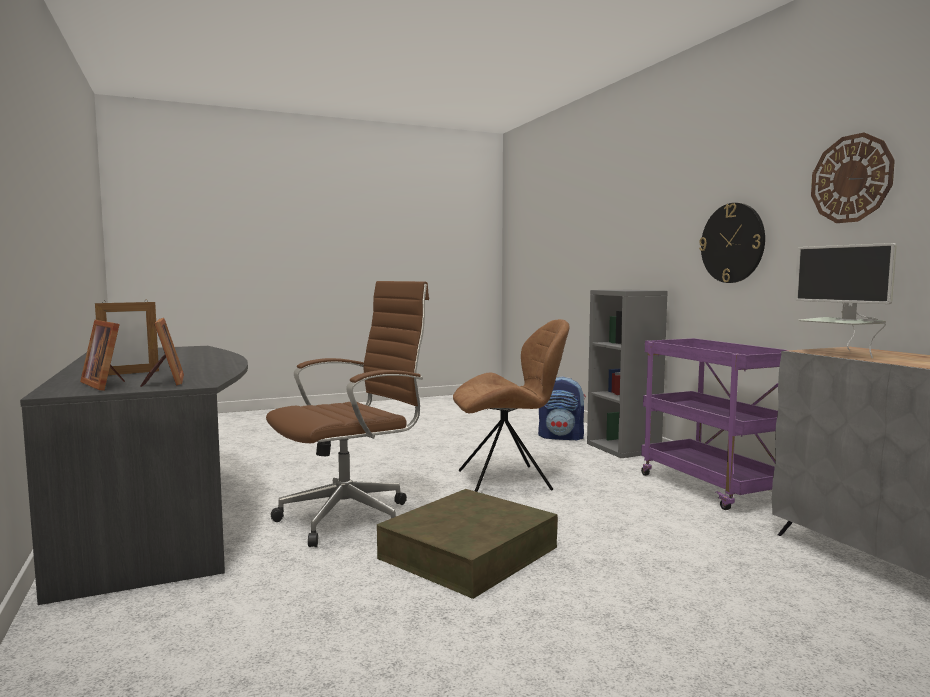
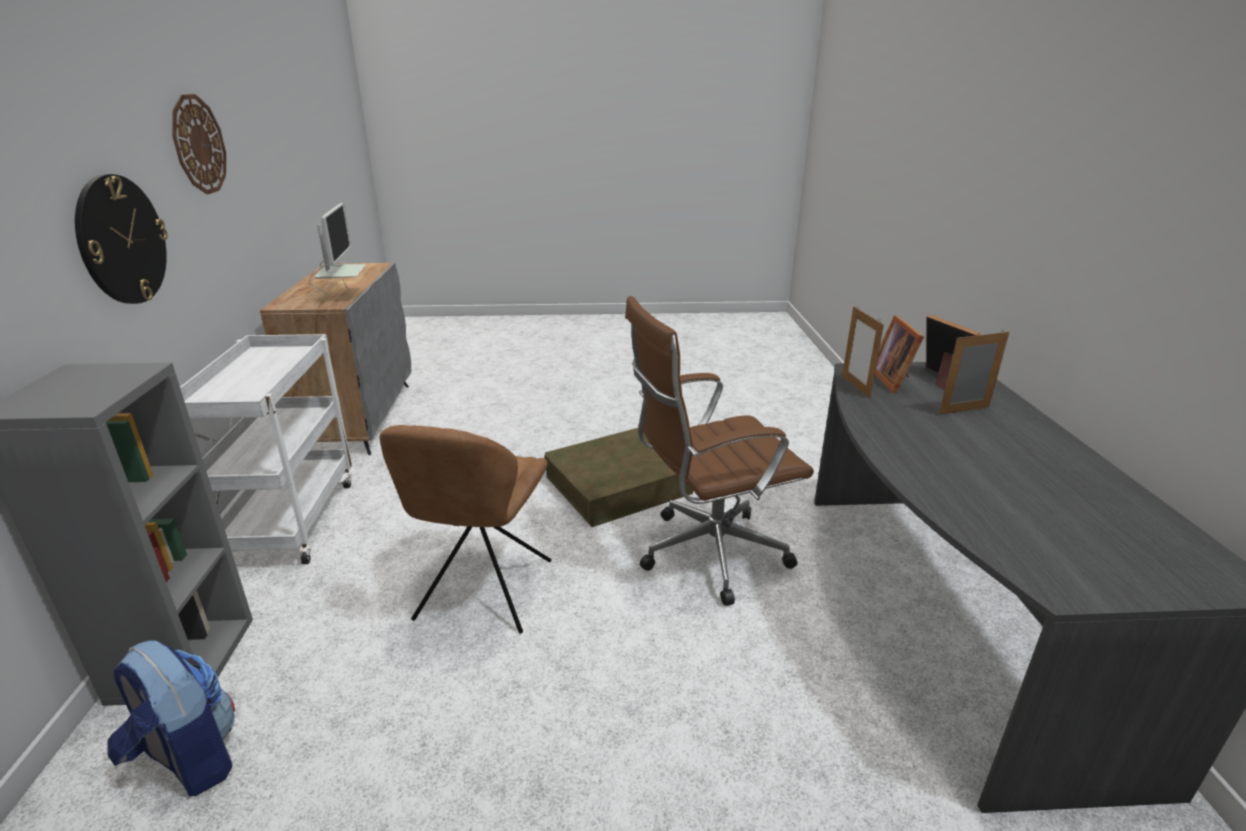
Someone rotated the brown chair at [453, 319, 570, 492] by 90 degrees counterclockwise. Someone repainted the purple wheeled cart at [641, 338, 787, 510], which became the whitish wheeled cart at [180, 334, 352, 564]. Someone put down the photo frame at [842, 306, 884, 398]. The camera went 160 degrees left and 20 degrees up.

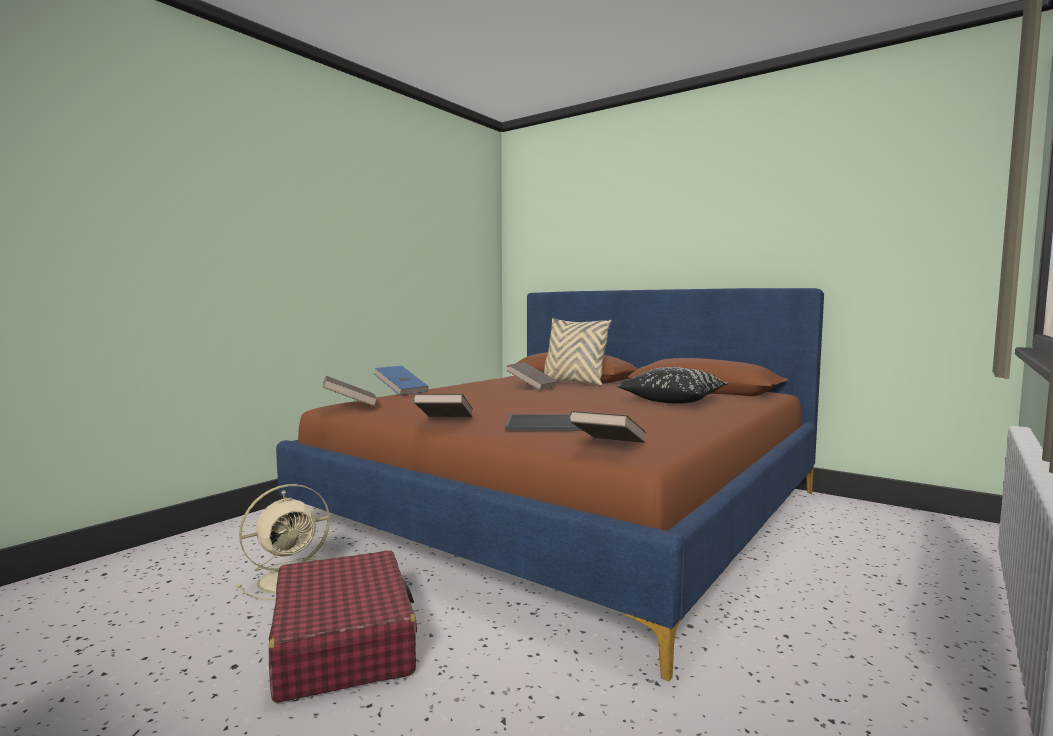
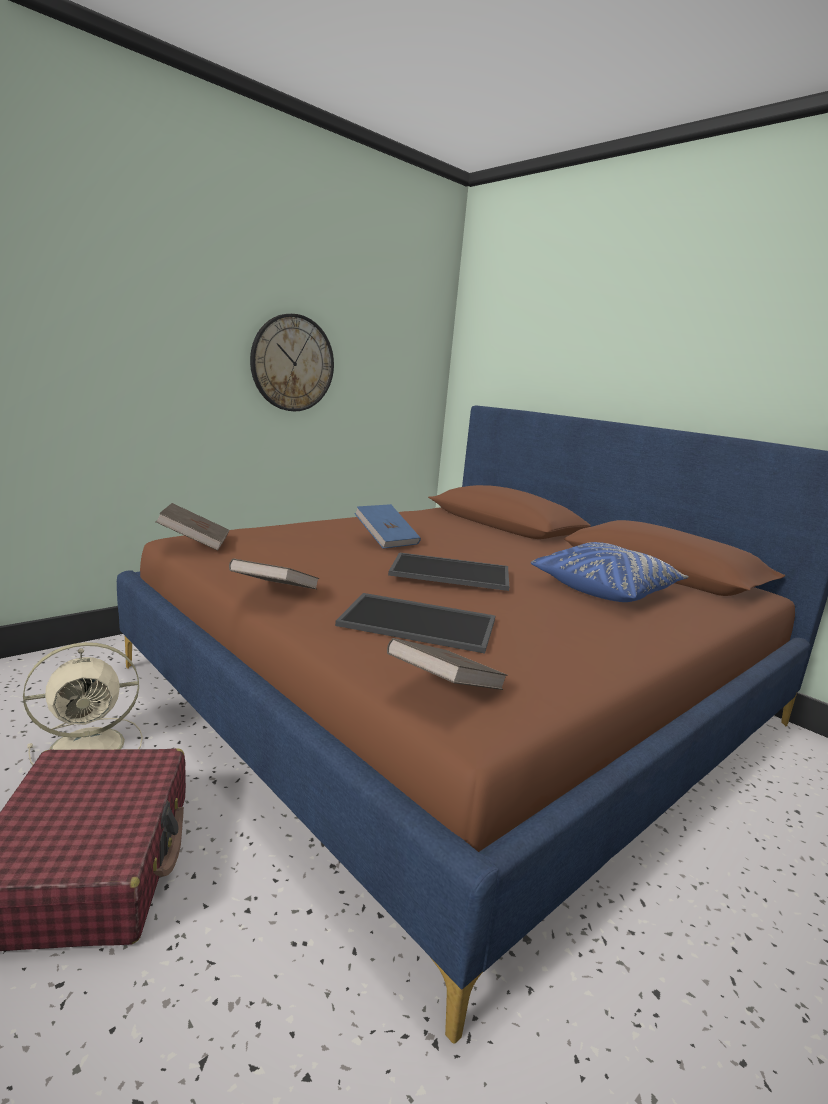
Someone carried the blue-coloured volume from [374, 366, 428, 395] to [354, 504, 421, 549]. Someone took away the brown volume at [506, 363, 558, 390]. Someone took away the sand-coloured cushion at [544, 318, 612, 386]. Someone repainted the blackish cushion at [617, 367, 728, 404], which became the blue-coloured cushion at [531, 542, 689, 602]. Someone put up the wall clock at [250, 314, 334, 411]. Someone put down the tray at [388, 552, 509, 591]. The camera went 10 degrees right and 10 degrees up.

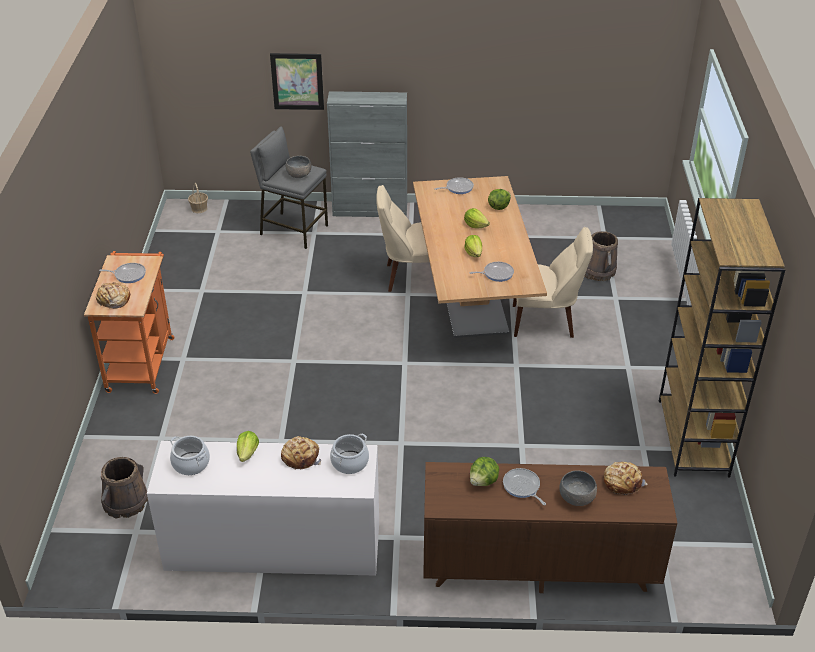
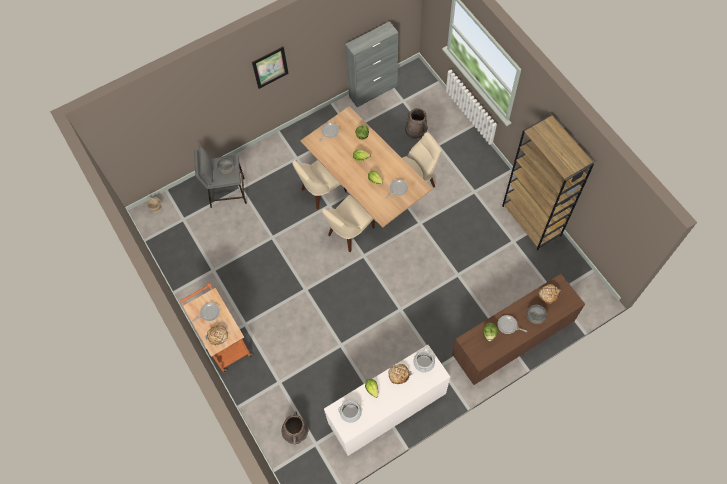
Someone carried the wall picture from [270, 53, 324, 110] to [252, 47, 289, 89]. Someone carried the greyish cabinet from [327, 91, 407, 217] to [345, 21, 398, 107]. Someone put down the sand-coloured chair at [322, 195, 375, 252]. The camera went 30 degrees left and 25 degrees up.

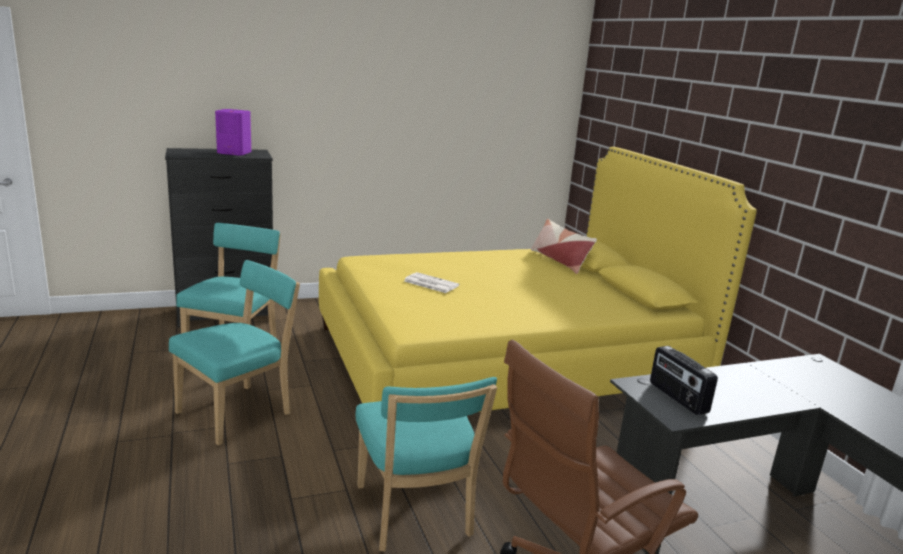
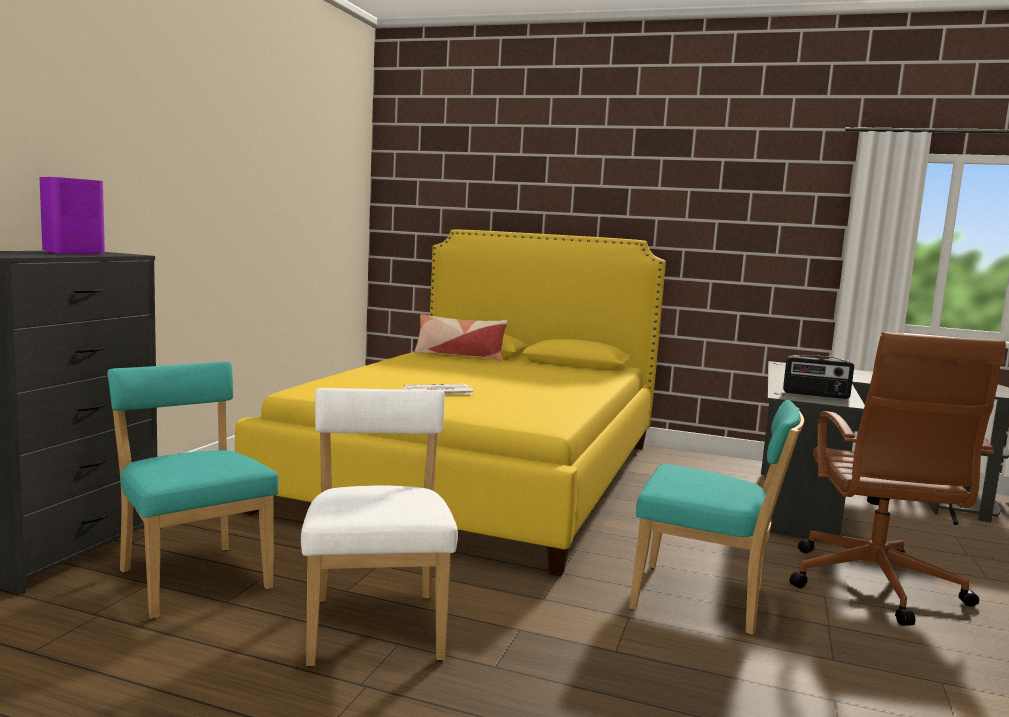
Someone repainted the blue-green chair at [169, 260, 300, 446], which became the whitish chair at [301, 388, 458, 667]. The camera went 50 degrees left and 10 degrees down.

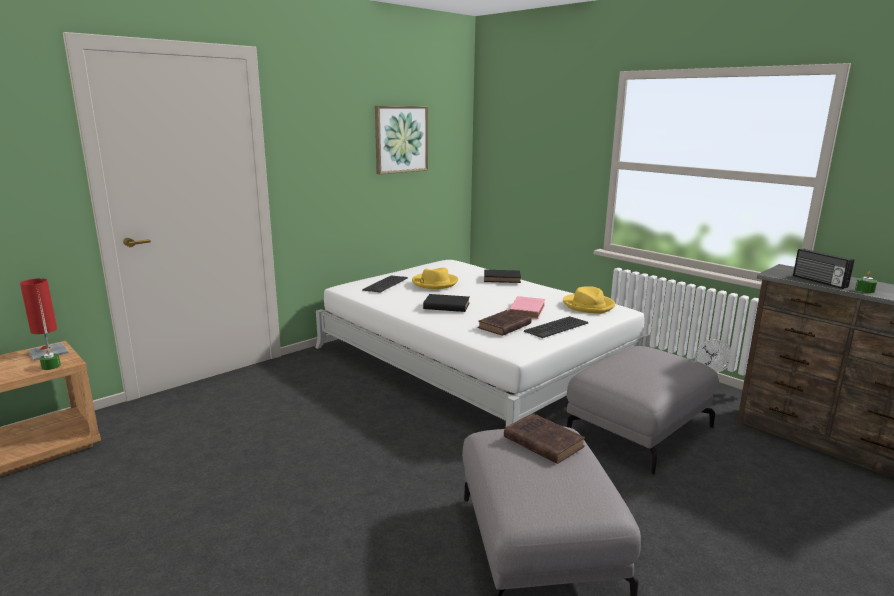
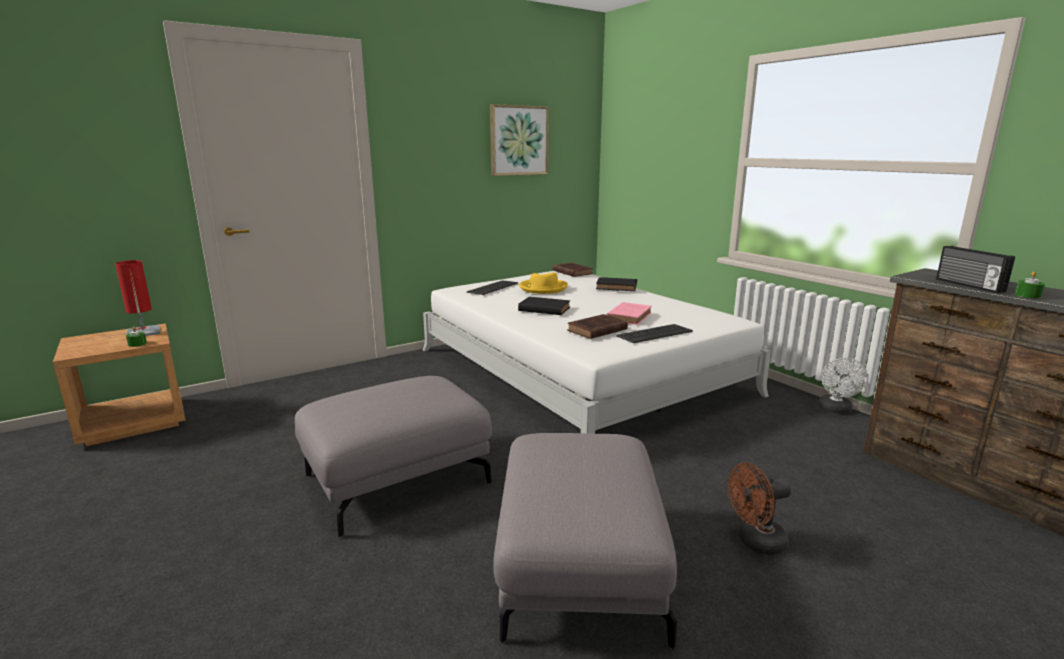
Someone carried the brown volume from [504, 413, 585, 464] to [552, 263, 593, 277]. Someone took away the yellow-coloured clothing hat at [563, 286, 615, 314]. Someone carried the greyish ottoman from [567, 346, 718, 474] to [295, 376, 492, 537]. Someone put down the brown fan at [728, 463, 791, 555]. The camera went 10 degrees right and 0 degrees up.

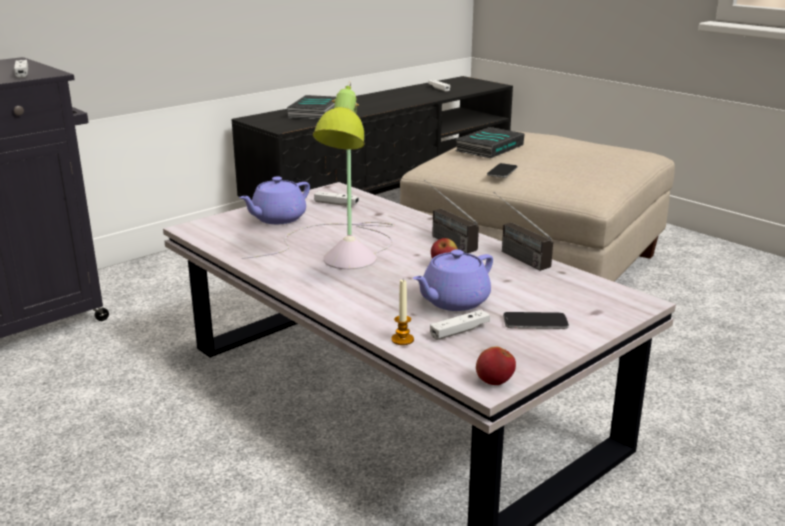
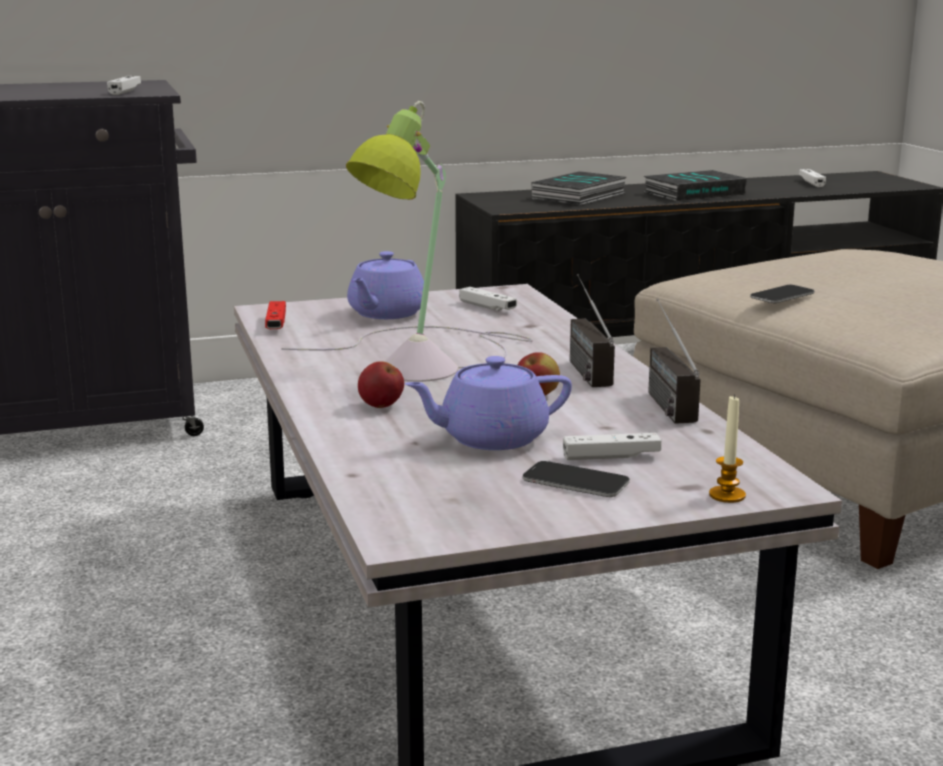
Someone rotated the purple teapot at [239, 177, 310, 224] by 45 degrees counterclockwise. Someone carried the candle from [391, 280, 414, 345] to [709, 394, 746, 503]. Someone carried the whitish gamepad from [430, 309, 490, 340] to [563, 433, 662, 460]. Someone carried the volume from [455, 127, 525, 158] to [644, 170, 747, 201]. Someone carried the whole apple from [476, 346, 516, 385] to [358, 361, 404, 408]. Someone put down the reddish gamepad at [265, 301, 286, 329]. The camera went 25 degrees right and 5 degrees down.

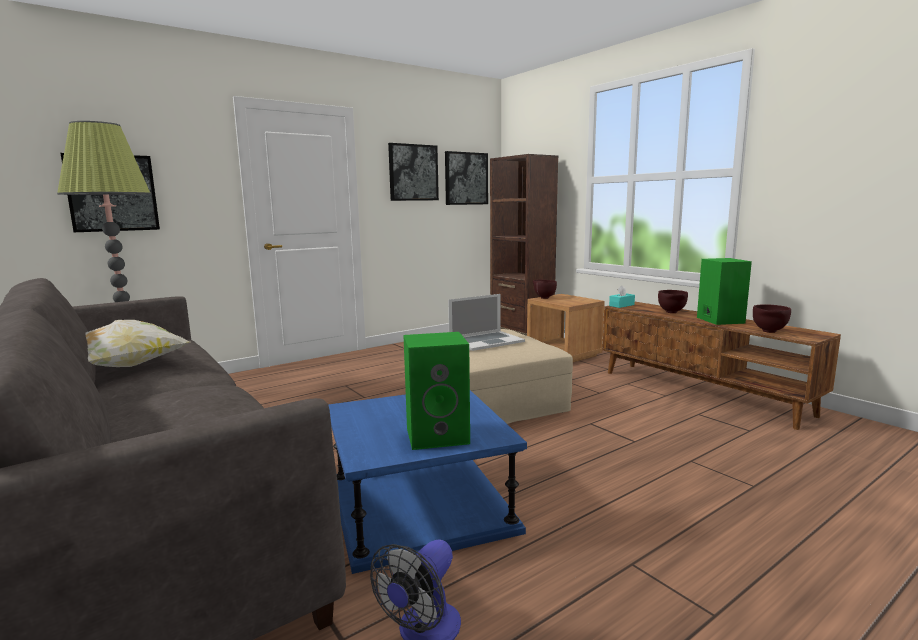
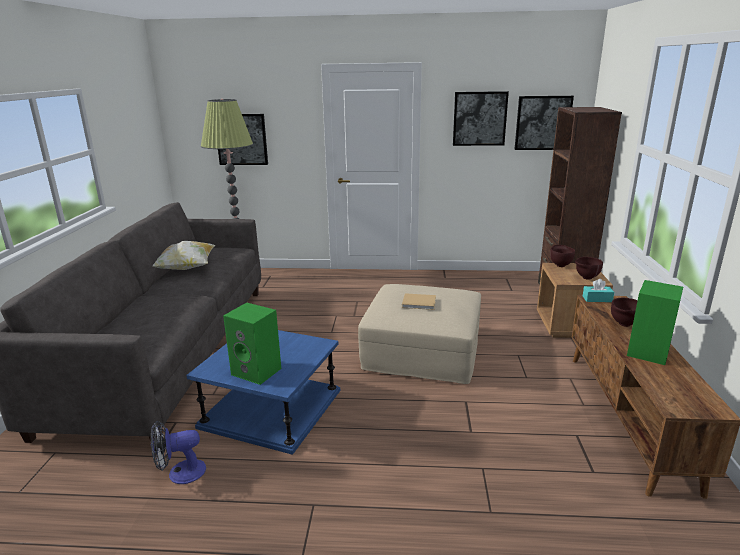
Someone swapped the portable computer at [448, 294, 525, 351] for the sand-coloured volume at [402, 293, 436, 310]. Someone carried the brown bowl from [753, 304, 791, 333] to [575, 257, 603, 280]. The camera went 40 degrees right and 10 degrees up.

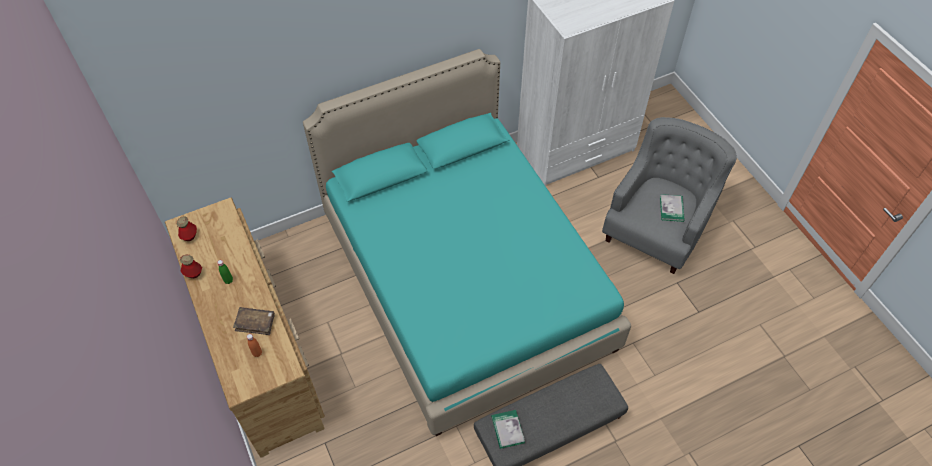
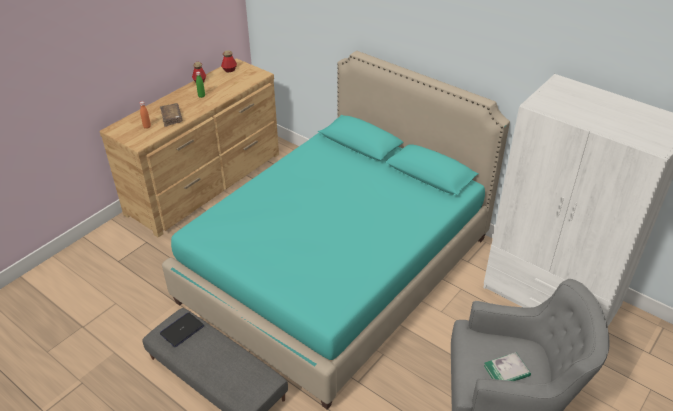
Someone swapped the volume at [491, 410, 525, 449] for the portable computer at [160, 313, 204, 347]. The camera went 65 degrees right and 15 degrees down.

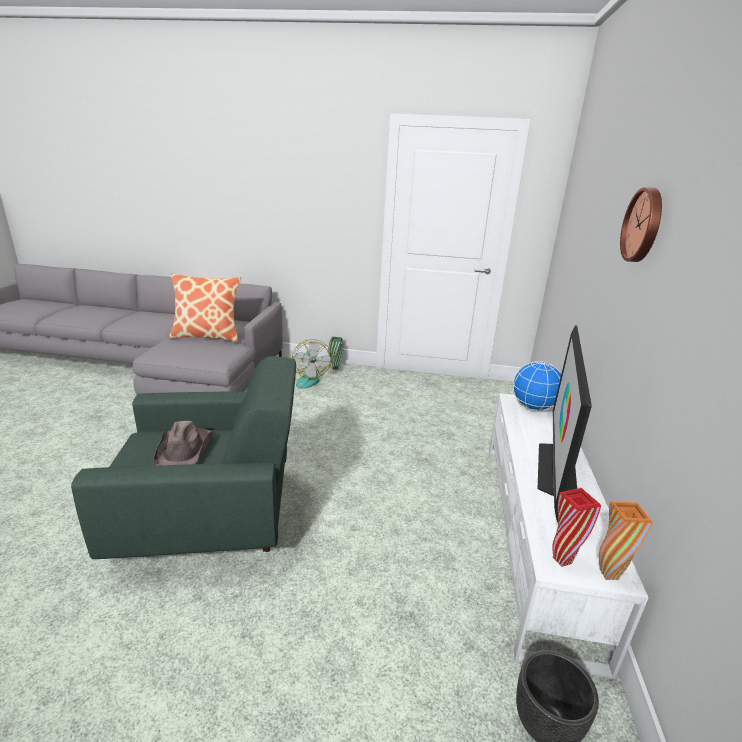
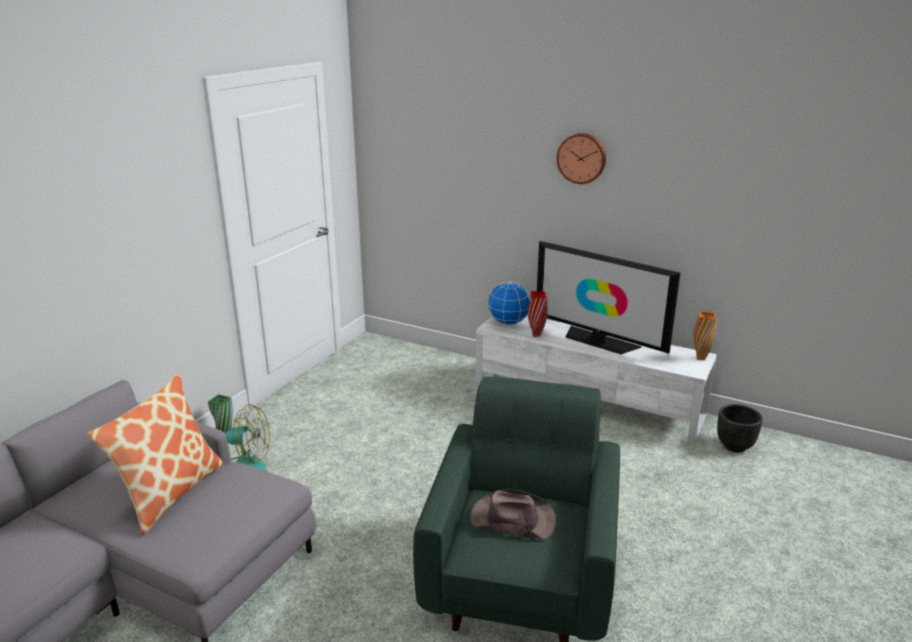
Someone carried the reddish vase from [552, 488, 601, 567] to [528, 291, 548, 337]. The camera went 70 degrees left and 0 degrees up.

